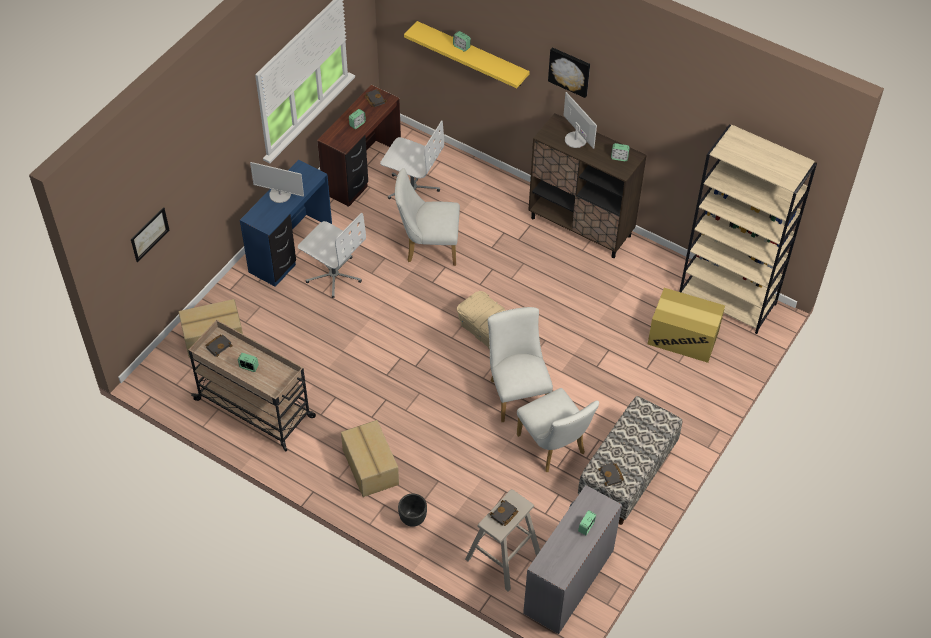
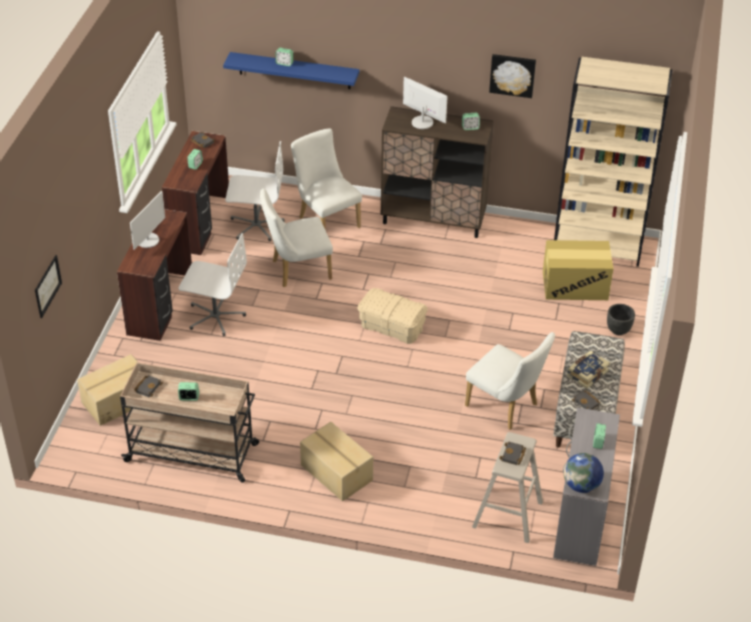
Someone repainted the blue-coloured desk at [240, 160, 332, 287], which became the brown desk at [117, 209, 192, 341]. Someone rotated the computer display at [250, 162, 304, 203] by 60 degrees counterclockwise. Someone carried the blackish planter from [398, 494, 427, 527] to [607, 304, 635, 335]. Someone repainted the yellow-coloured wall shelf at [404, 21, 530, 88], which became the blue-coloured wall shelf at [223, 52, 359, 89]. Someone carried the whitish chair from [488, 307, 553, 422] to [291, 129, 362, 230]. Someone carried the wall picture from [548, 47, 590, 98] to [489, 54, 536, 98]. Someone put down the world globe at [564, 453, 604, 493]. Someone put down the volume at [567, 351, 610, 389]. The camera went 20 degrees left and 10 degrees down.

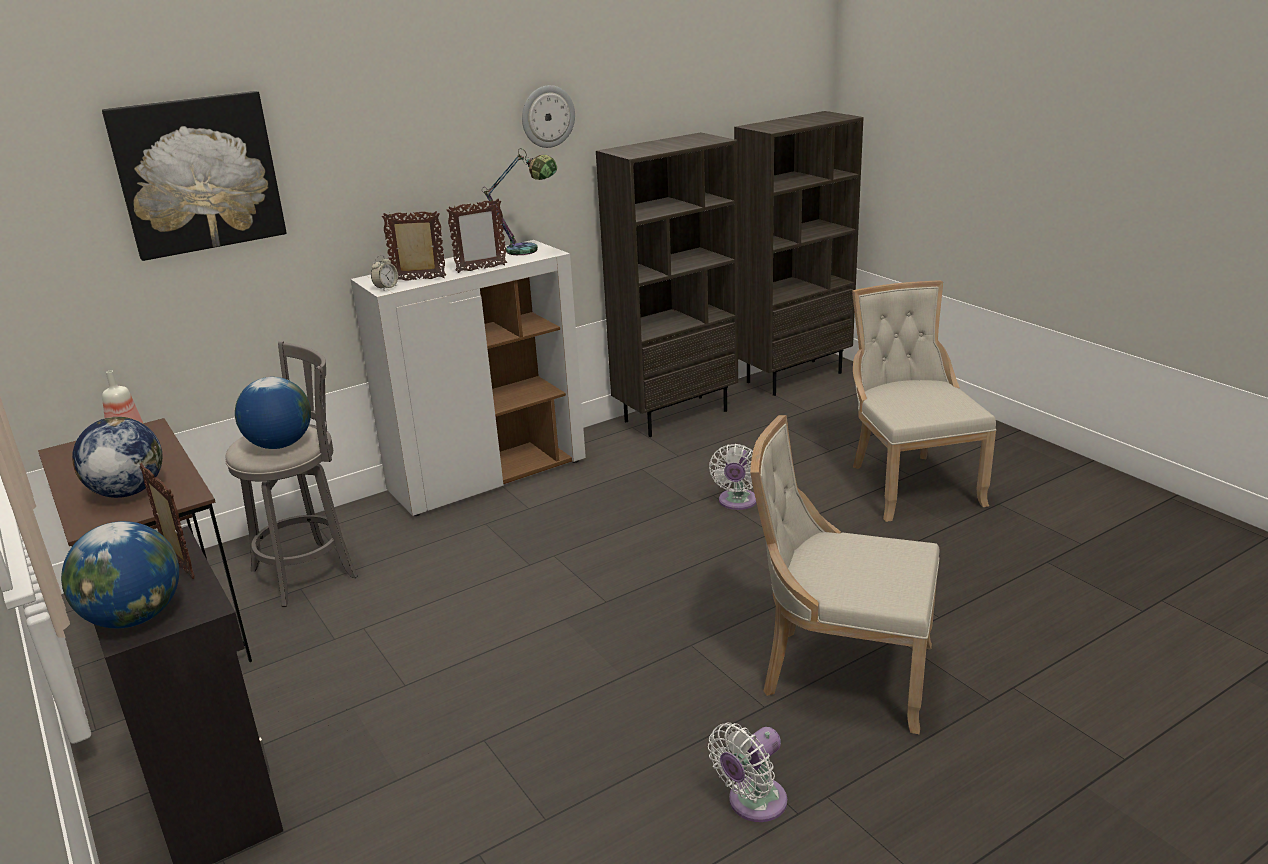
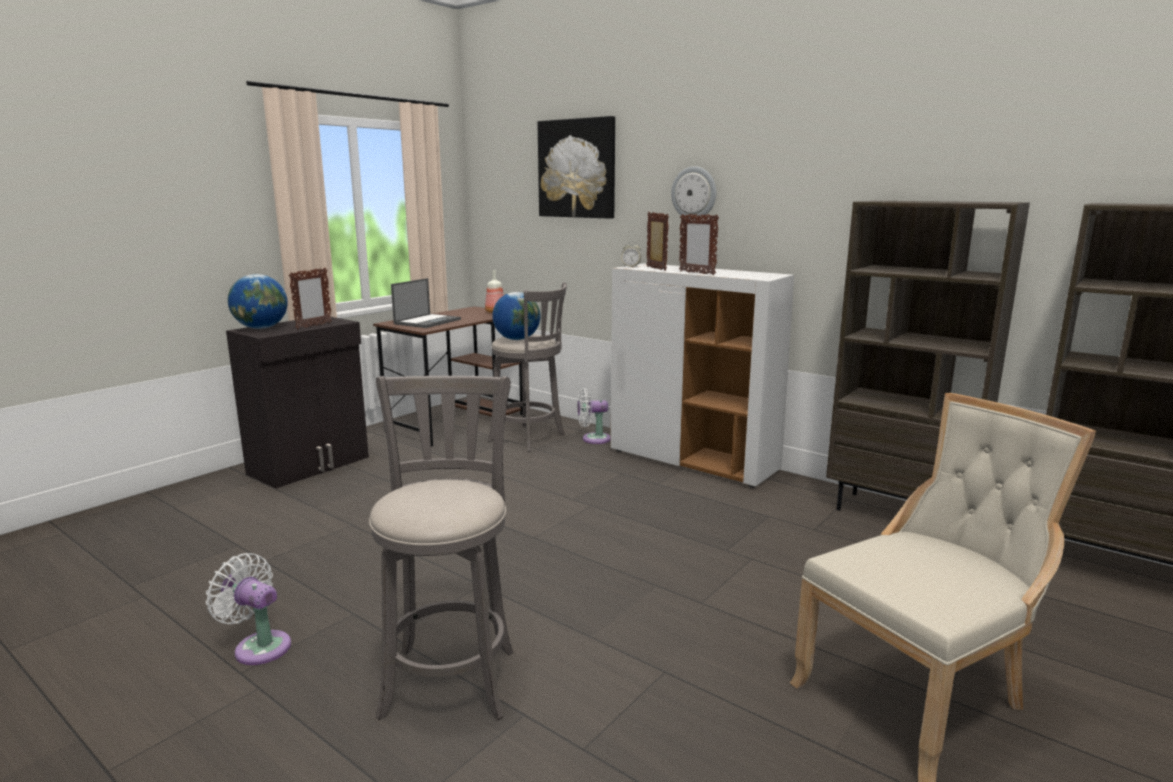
Someone swapped the world globe at [72, 417, 162, 498] for the portable computer at [391, 278, 461, 328]. Someone took away the lamp for a table at [482, 149, 557, 255]. Someone carried the wall clock from [522, 85, 575, 148] to [671, 166, 716, 220]. Someone carried the whitish fan from [709, 444, 756, 510] to [577, 388, 610, 444]. Someone swapped the sand-coloured chair at [750, 415, 939, 734] for the greyish stool seat at [369, 376, 513, 720]. The camera went 70 degrees right and 10 degrees down.

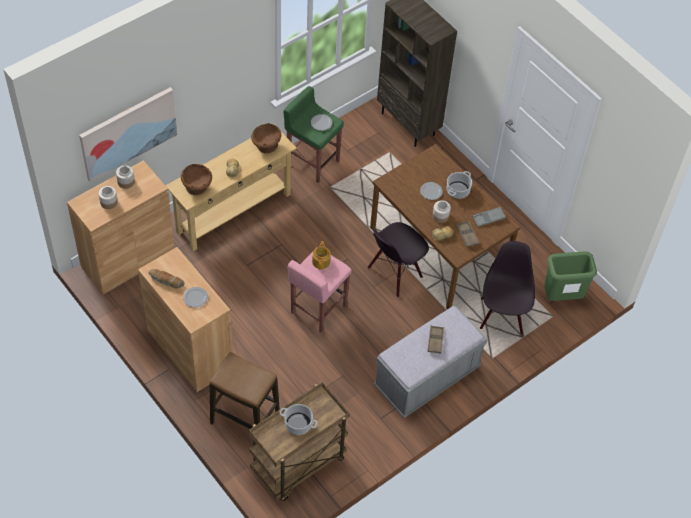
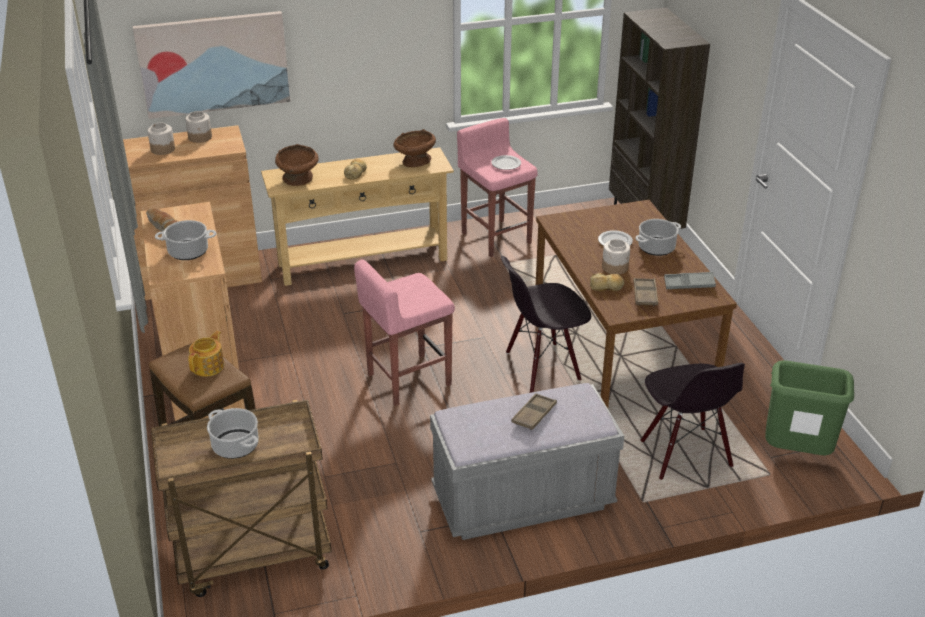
Someone swapped the plate at [183, 287, 208, 308] for the saucepot at [155, 220, 216, 260]. Someone repainted the green-coloured stool seat at [284, 86, 344, 183], which became the pinkish stool seat at [457, 118, 538, 257]. Someone carried the teapot from [312, 241, 331, 270] to [188, 331, 224, 377]. Someone rotated the blackish chair at [480, 241, 535, 335] by 135 degrees clockwise. The camera went 25 degrees right and 20 degrees down.

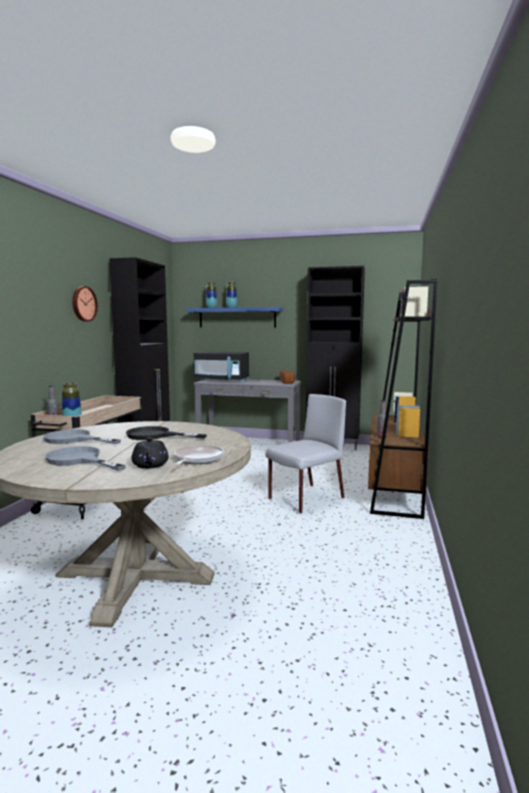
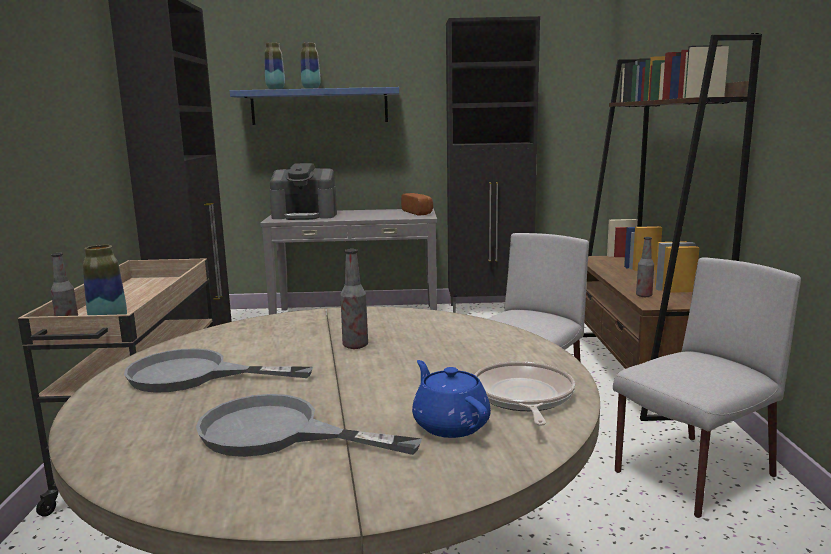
Someone took away the wall clock at [72, 286, 98, 322]. Someone swapped the blackish pan at [126, 426, 207, 440] for the beverage bottle at [340, 249, 368, 349]. Someone repainted the blackish teapot at [131, 436, 169, 469], which became the blue-coloured teapot at [412, 360, 491, 438]. Someone swapped the blackish kitchen microwave at [194, 351, 249, 382] for the coffee brewer at [269, 163, 337, 220]. Someone put down the greyish chair at [613, 257, 801, 518]. The camera went 15 degrees left and 5 degrees up.

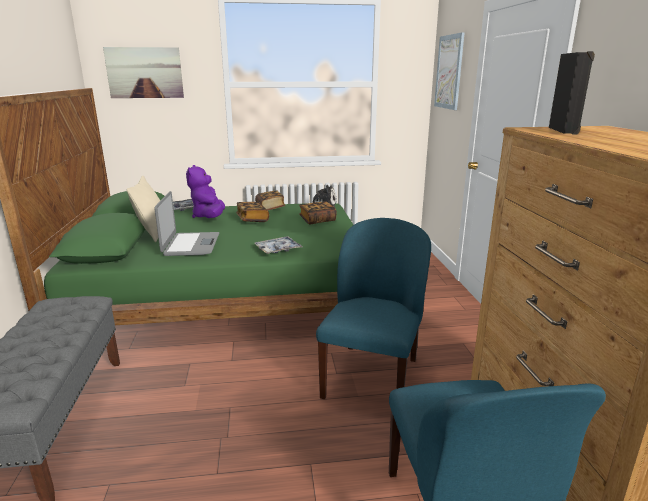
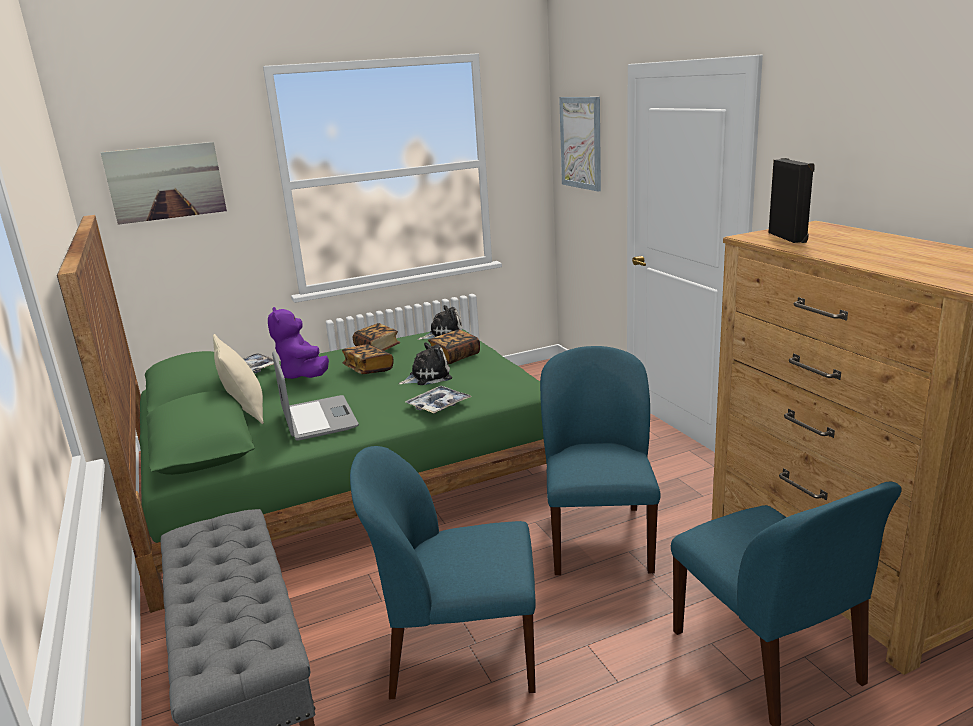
Someone put down the blue-coloured chair at [350, 446, 536, 699]. Someone put down the plush toy at [399, 342, 452, 385]. The camera went 15 degrees left and 0 degrees up.

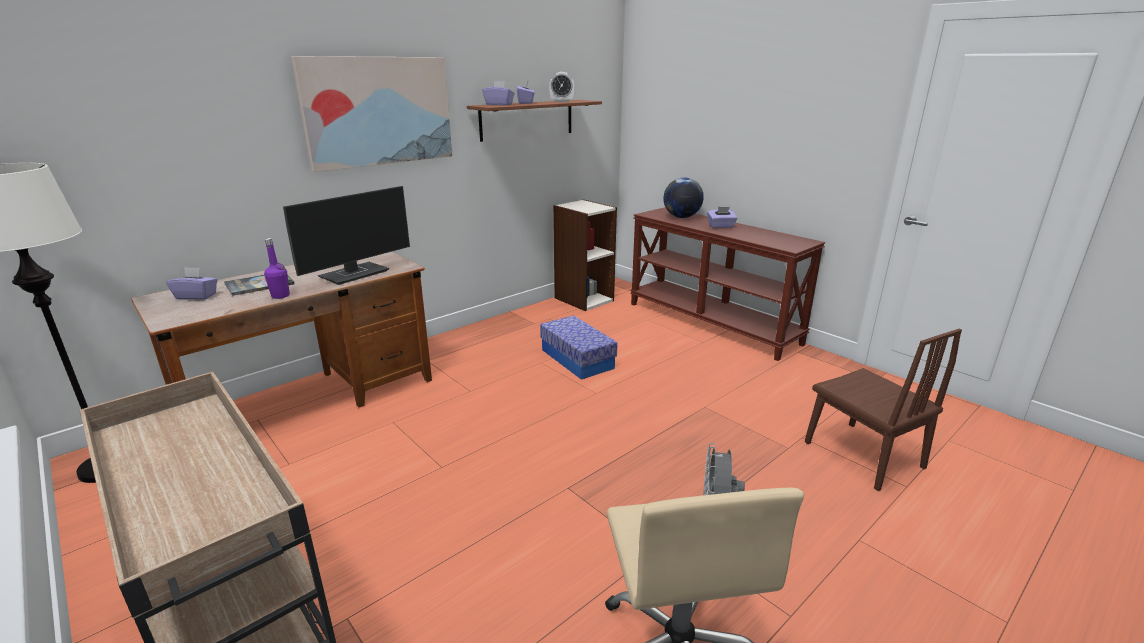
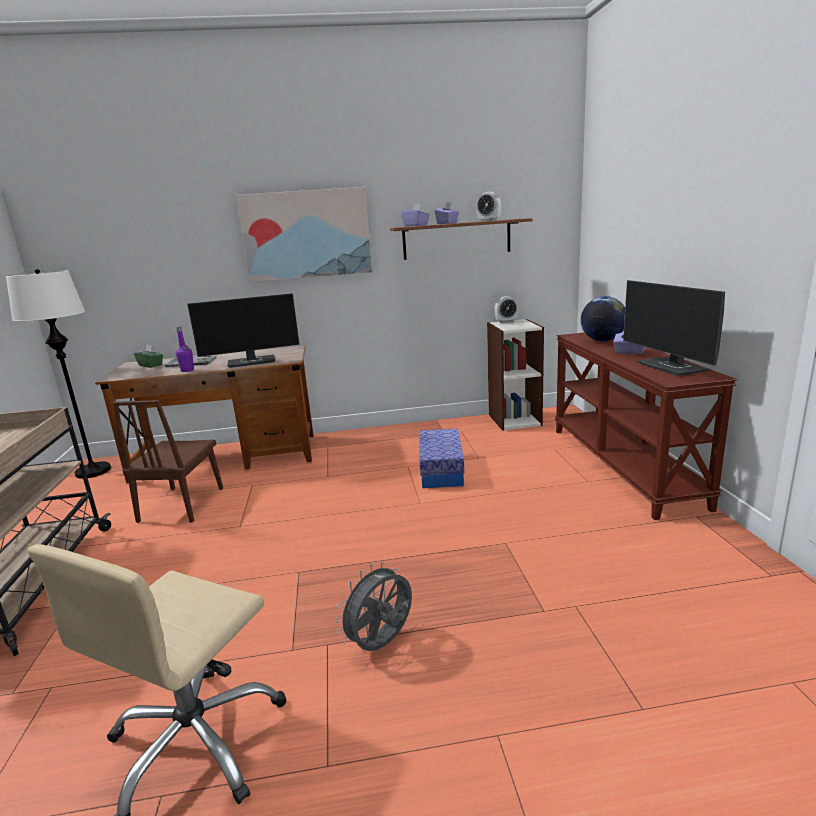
Someone repainted the purple tissue box at [166, 267, 217, 300], which became the green-coloured tissue box at [134, 345, 163, 368]. Someone carried the brown chair from [805, 329, 962, 491] to [113, 400, 223, 523]. Someone put down the alarm clock at [494, 296, 518, 323]. Someone put down the computer display at [623, 280, 725, 376]. The camera went 35 degrees right and 5 degrees down.

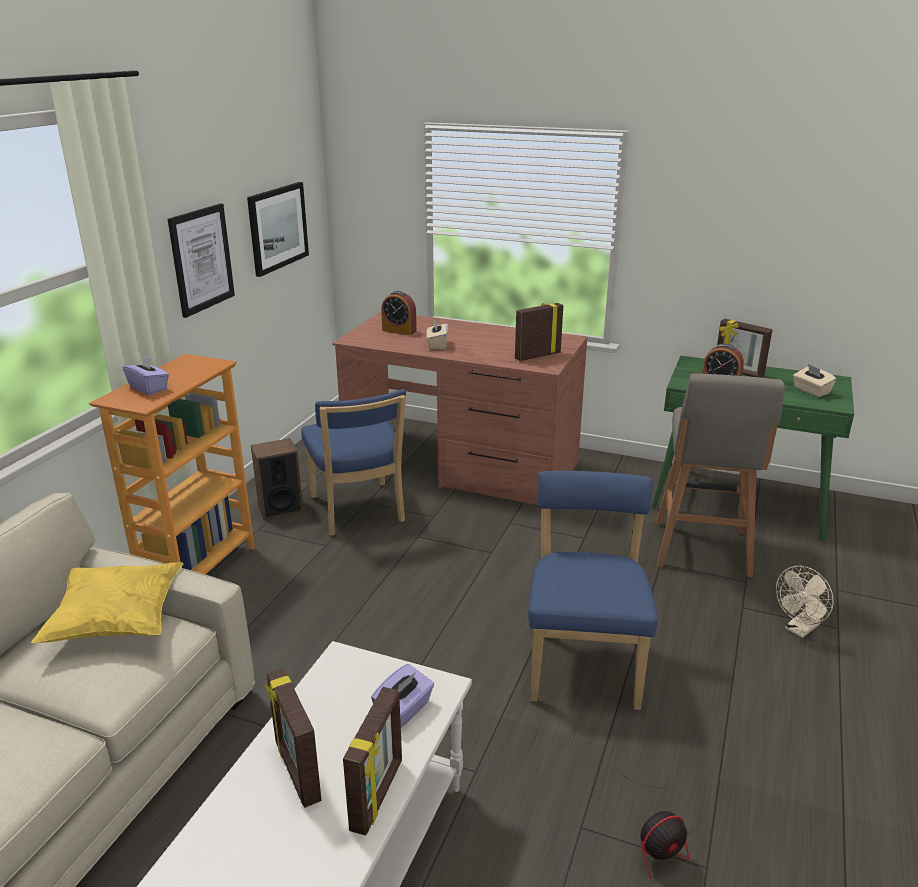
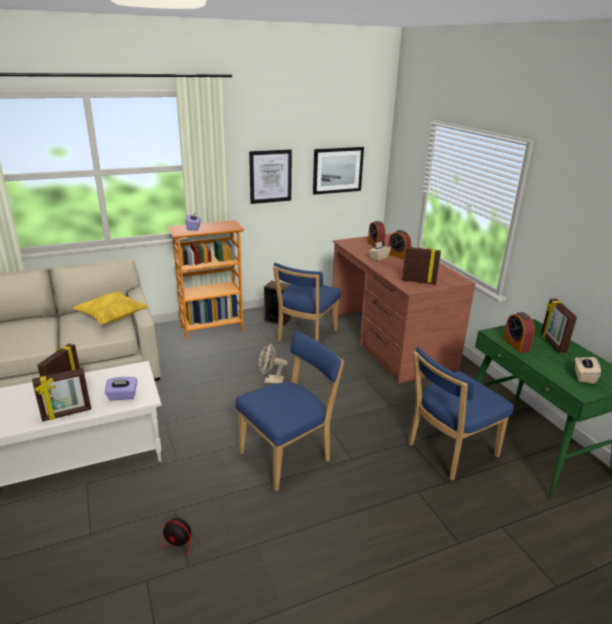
Someone swapped the greyish stool seat at [656, 373, 785, 577] for the blue-coloured chair at [408, 347, 514, 480]. Someone carried the sand-coloured fan from [776, 566, 834, 638] to [258, 343, 288, 383]. Someone put down the alarm clock at [388, 230, 411, 260]. The camera went 45 degrees right and 0 degrees up.

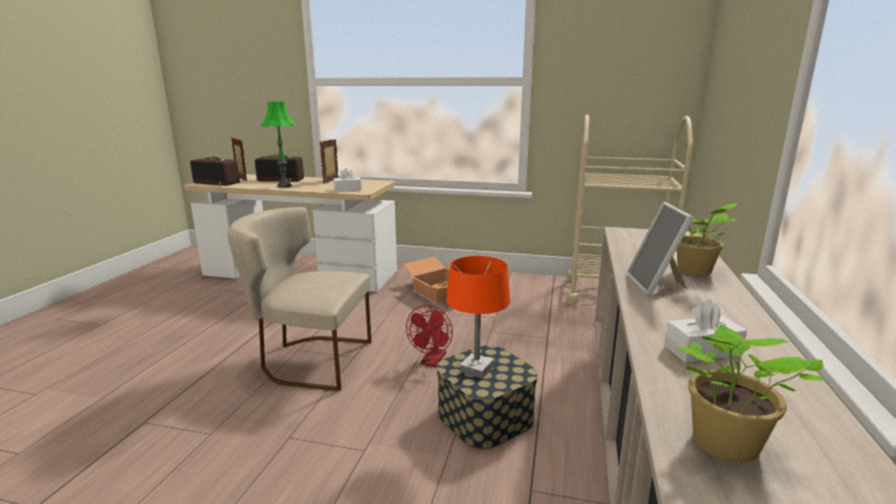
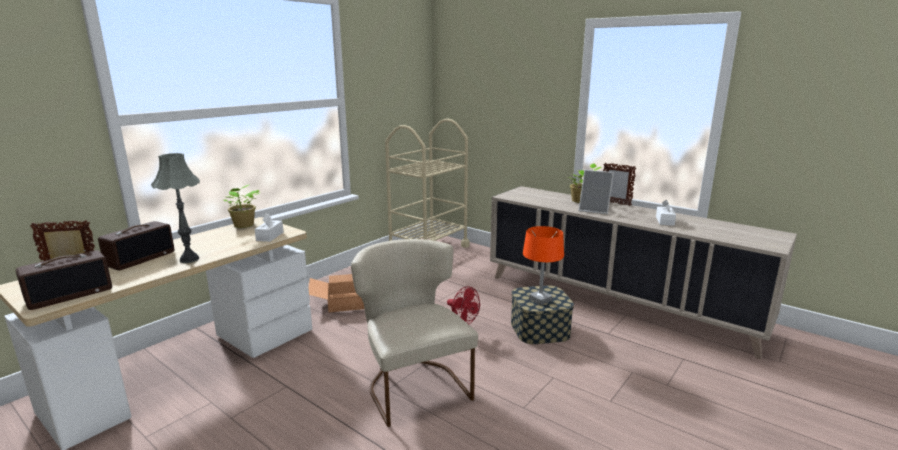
Someone rotated the sand-coloured chair at [227, 207, 371, 391] by 120 degrees clockwise. Someone repainted the green-coloured lamp for a table at [261, 102, 296, 188], which became the greyish lamp for a table at [151, 153, 200, 263]. Someone carried the photo frame from [320, 139, 339, 184] to [603, 163, 636, 206]. Someone carried the plant in a pot from [677, 325, 825, 463] to [223, 184, 259, 228]. The camera went 65 degrees left and 0 degrees up.

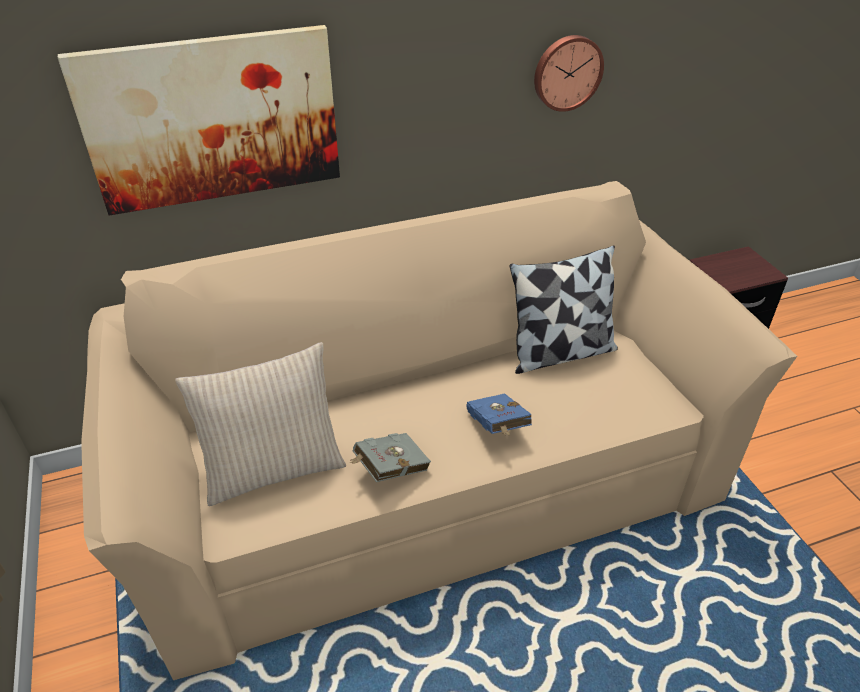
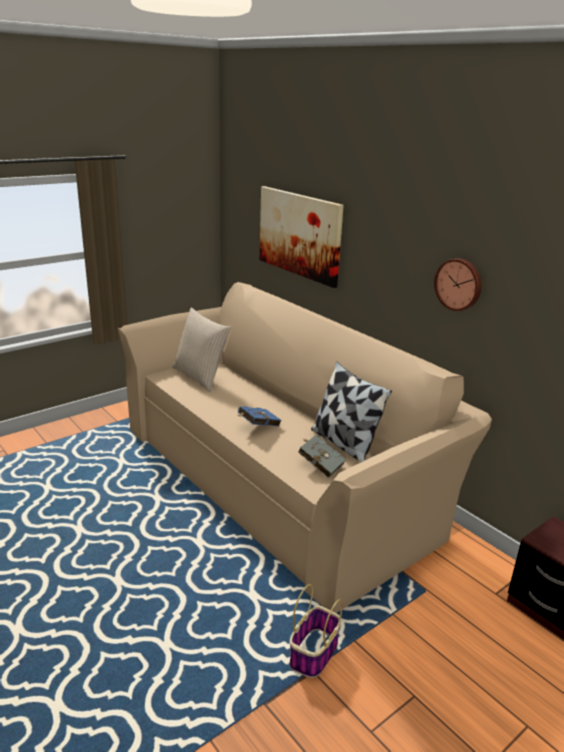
Someone carried the greyish volume from [349, 433, 431, 482] to [298, 435, 346, 478]. Someone put down the storage basket at [289, 584, 343, 678]. The camera went 70 degrees right and 15 degrees down.

